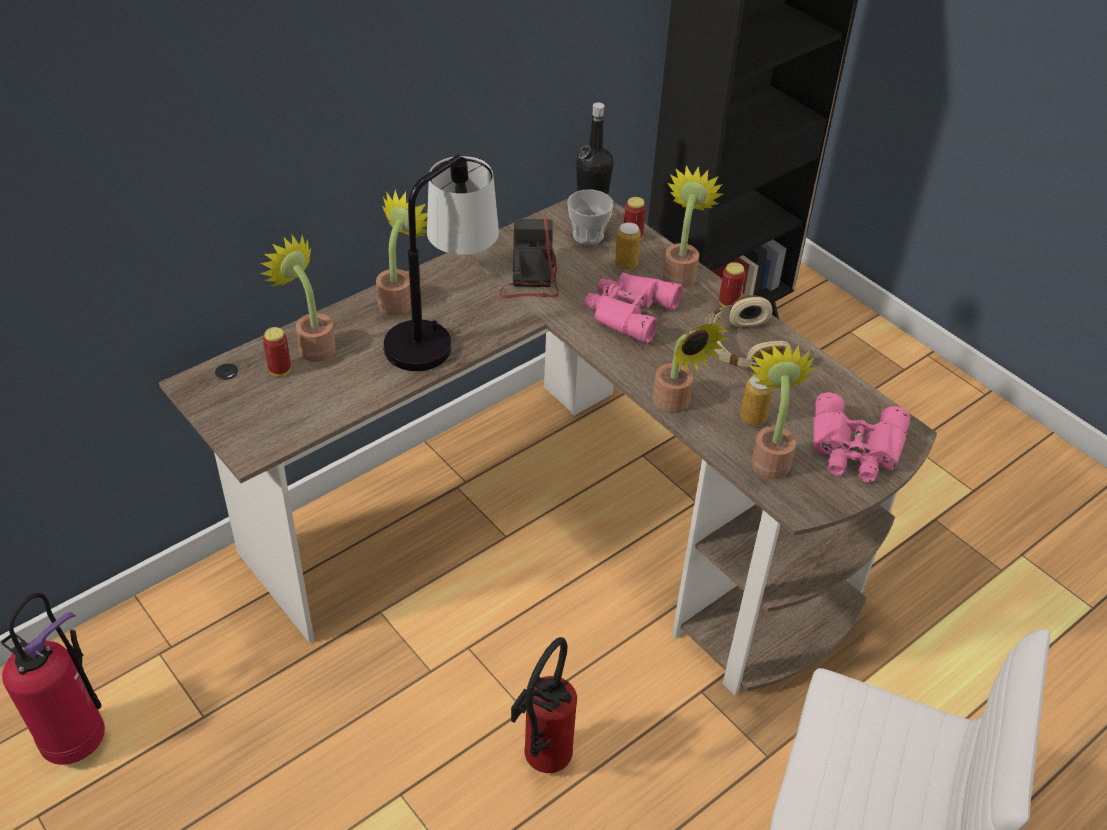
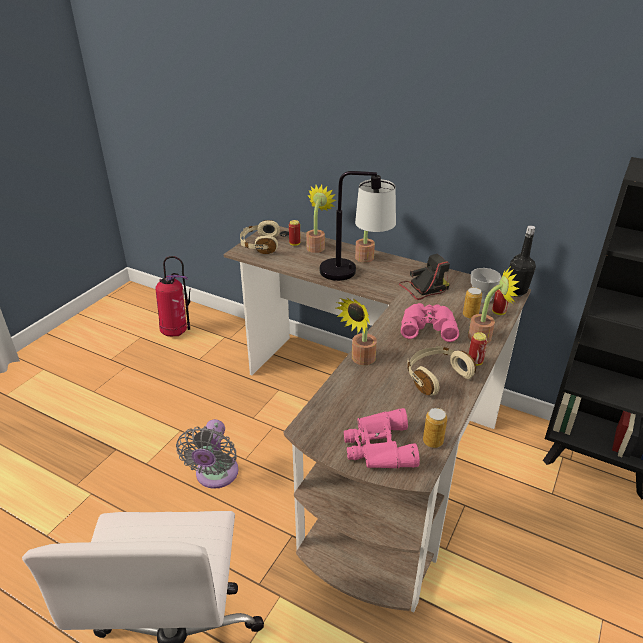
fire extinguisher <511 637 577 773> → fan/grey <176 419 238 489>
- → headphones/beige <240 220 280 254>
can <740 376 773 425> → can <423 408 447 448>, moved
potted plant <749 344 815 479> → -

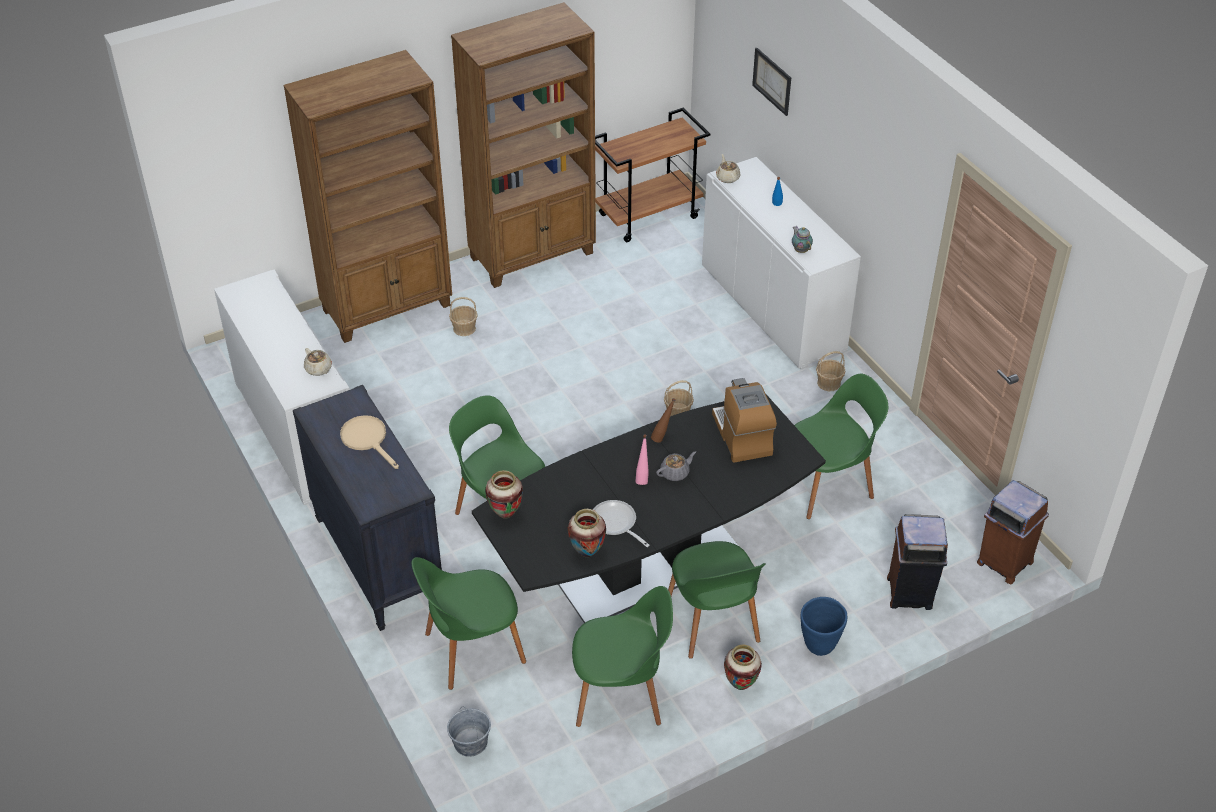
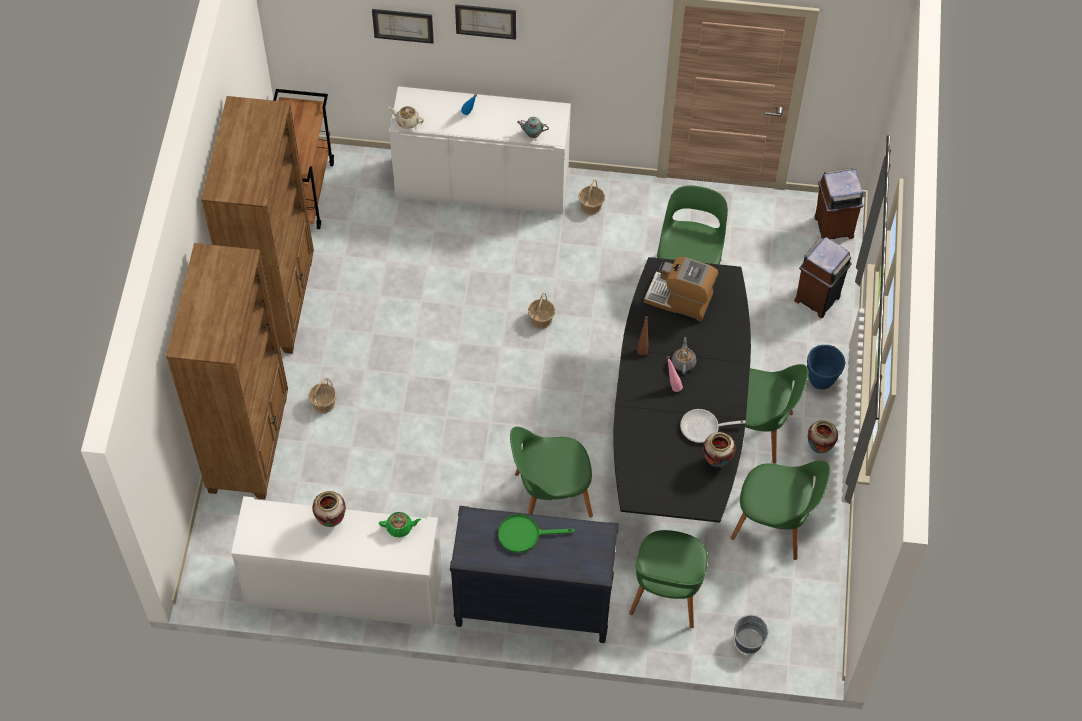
vase <485 470 523 519> → vase <312 491 346 527>, moved
teapot/beige <304 348 332 376> → teapot/green <379 512 421 538>
- → picture <455 4 516 40>
frying pan/beige <340 415 399 469> → frying pan/green <498 514 575 553>
chair/green <572 586 673 727> → chair/green <731 460 830 560>, 75 degrees clockwise

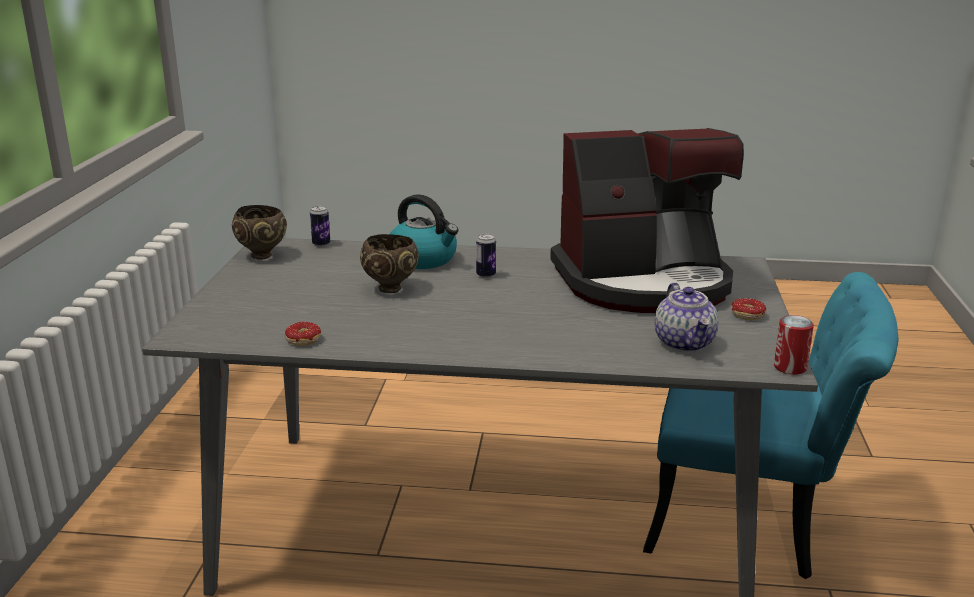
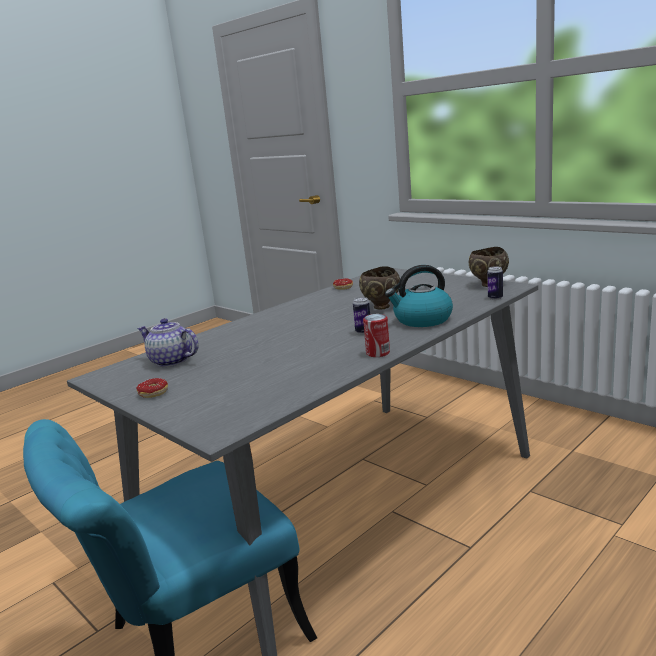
can <774 315 814 375> → can <363 314 390 357>, moved
coffee machine <550 128 744 313> → -

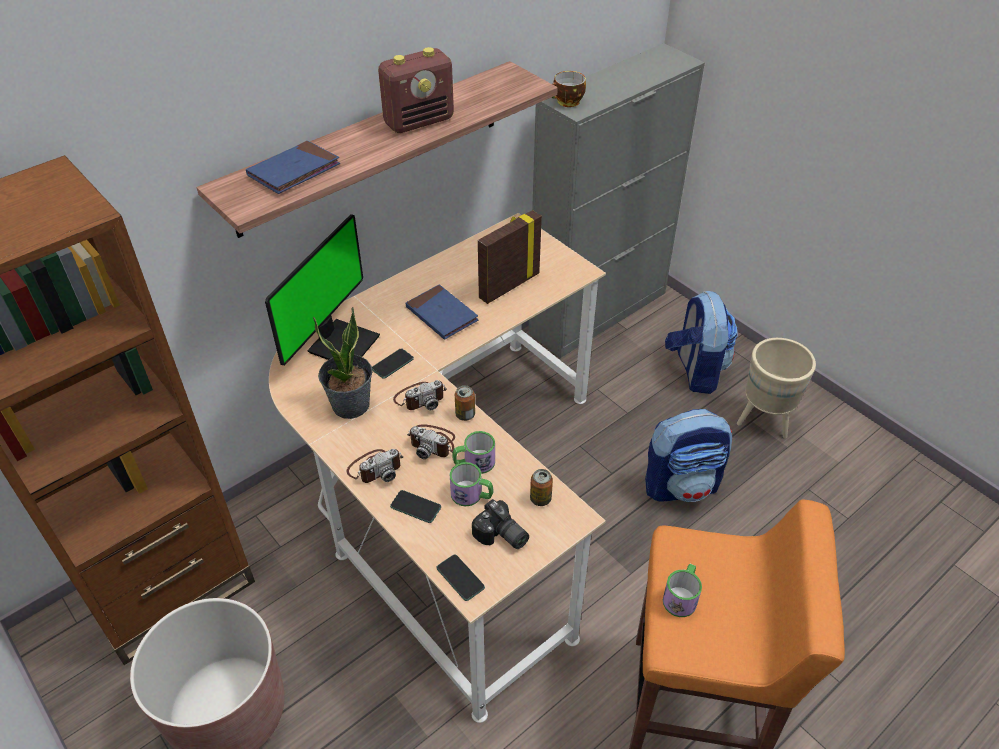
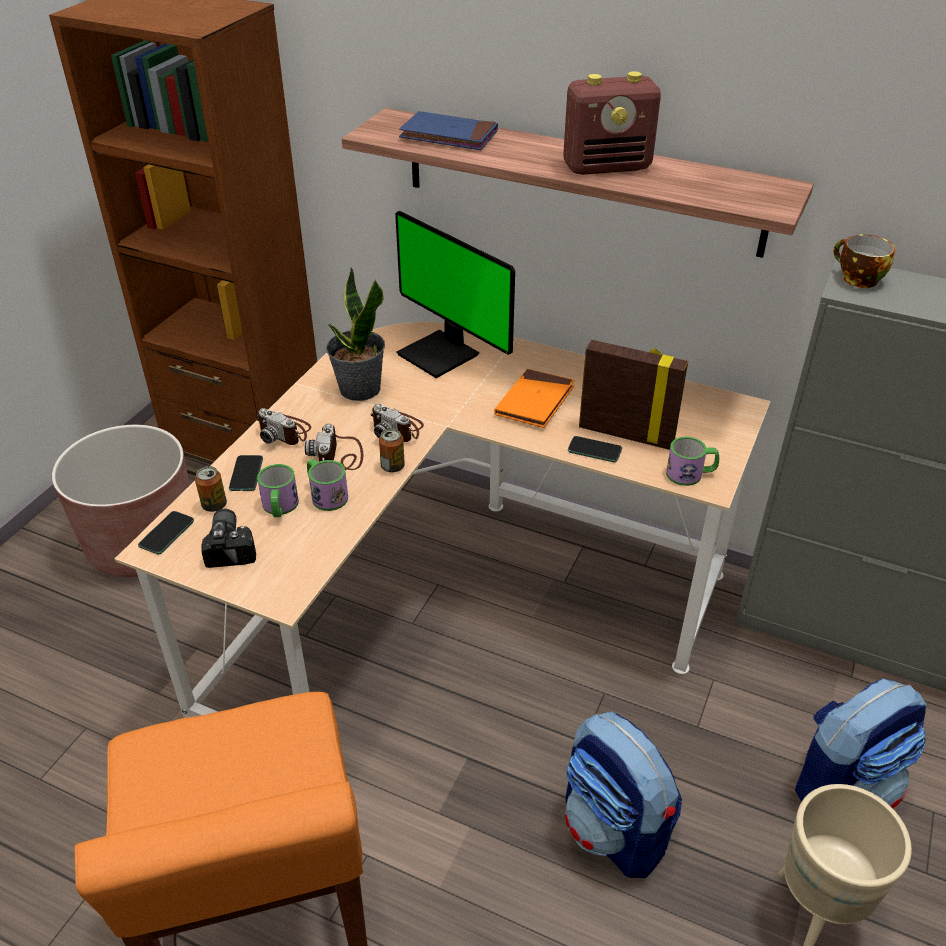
can <530 469 553 506> → can <195 466 227 512>, moved
photo camera <472 499 529 549> → photo camera <201 509 256 568>, 150 degrees clockwise
monitor <265 214 380 365> → monitor <395 211 515 378>, 45 degrees clockwise
book/blue <405 284 478 340> → book/orange <494 369 574 428>
radio <378 47 454 133> → radio <563 71 661 175>, 45 degrees counterclockwise
phone <372 348 414 379> → phone <568 436 622 462>, moved
mug <663 564 702 617> → mug <666 436 719 486>, moved

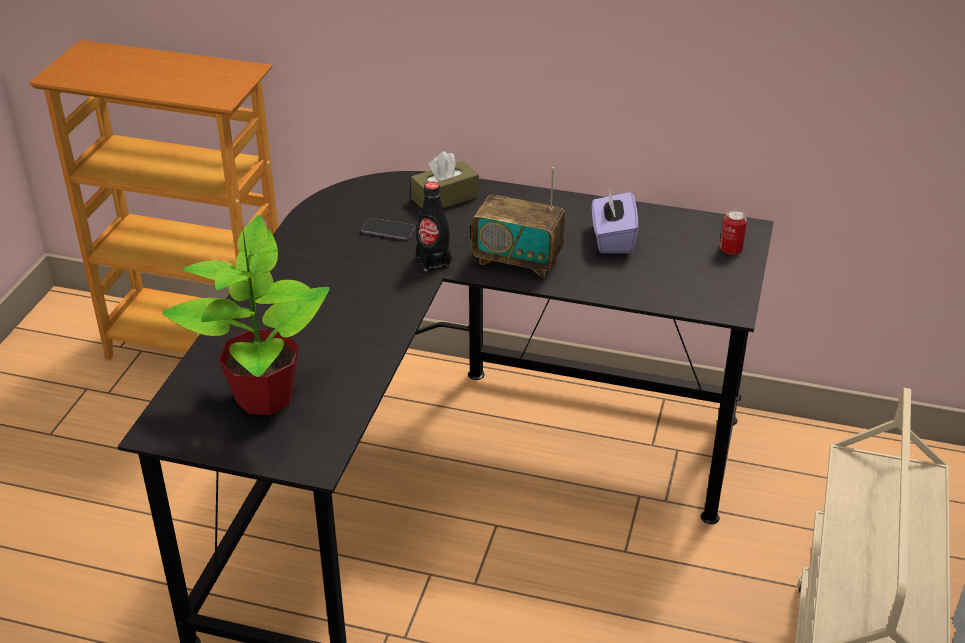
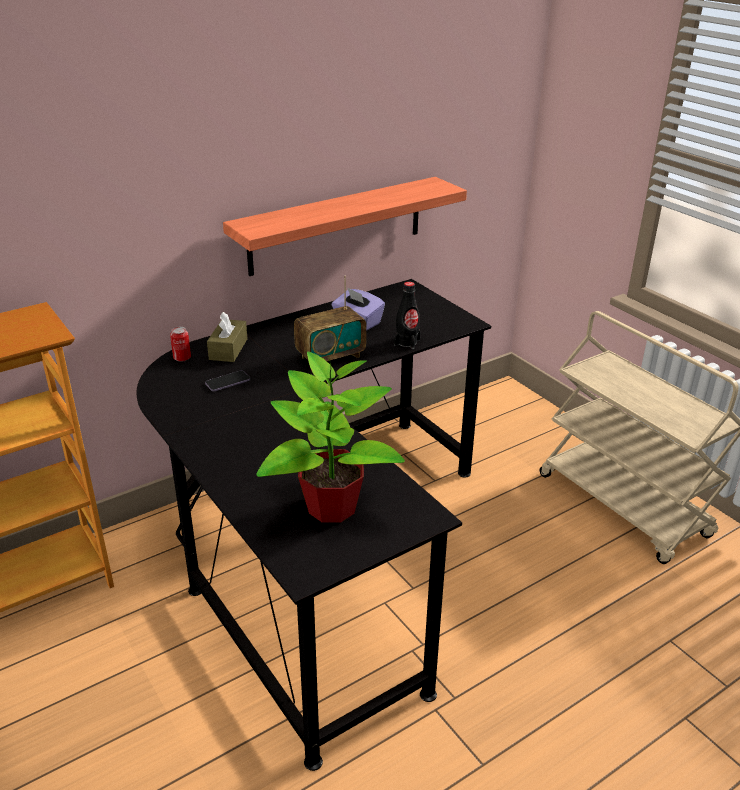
can <720 209 747 255> → can <170 327 191 362>, moved
- → shelf <223 177 467 276>
bottle/black <416 182 452 271> → bottle/black <394 282 421 349>, moved

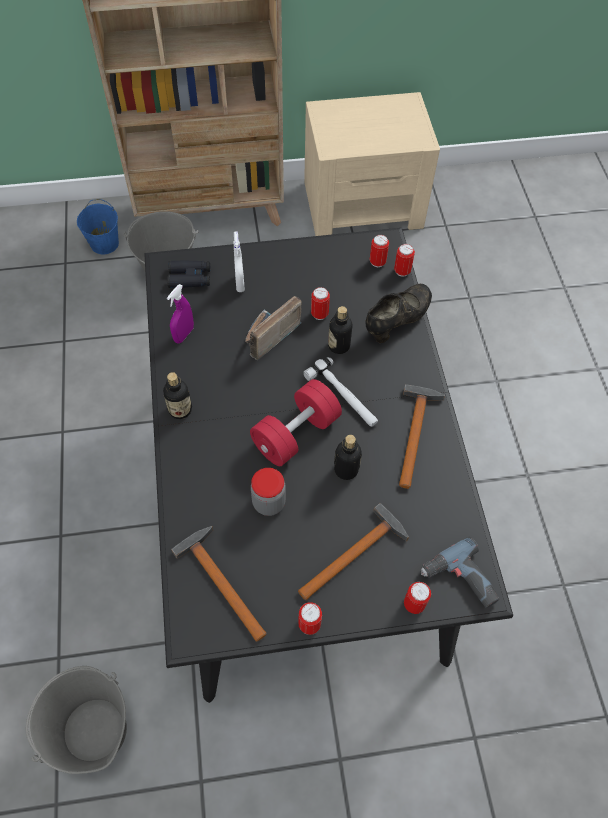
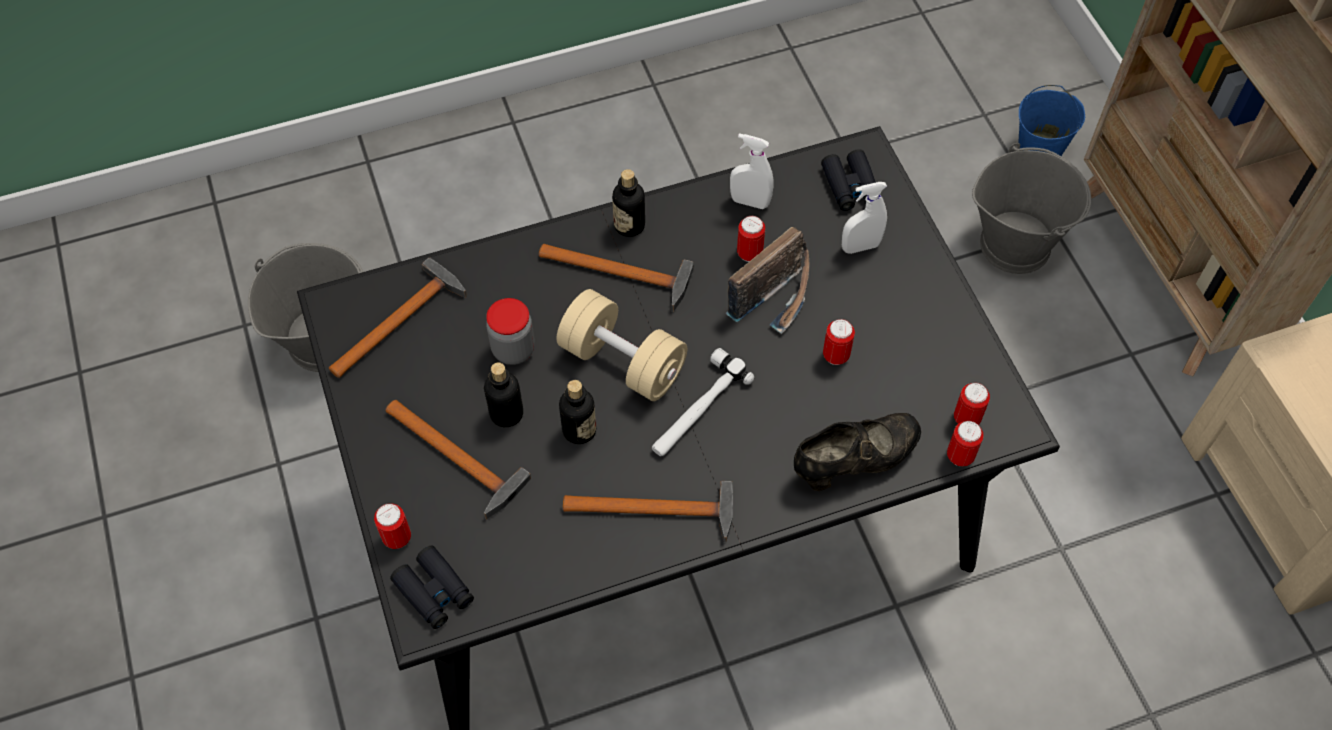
power drill <421 537 499 608> → binoculars/black <390 545 474 629>
bottle <328 306 353 354> → bottle <484 363 524 427>, moved
- → hammer <539 244 694 312>
dumbbell/red <250 379 342 466> → dumbbell/beige <557 289 687 401>
radio <245 296 302 360> → radio <726 227 809 334>, 105 degrees clockwise
spray bottle/purple <167 284 194 344> → spray bottle/white <730 133 774 209>
can <298 602 322 635> → can <737 216 765 262>, moved
shoe/black <366 284 432 343> → shoe/black <794 413 921 491>, 60 degrees counterclockwise

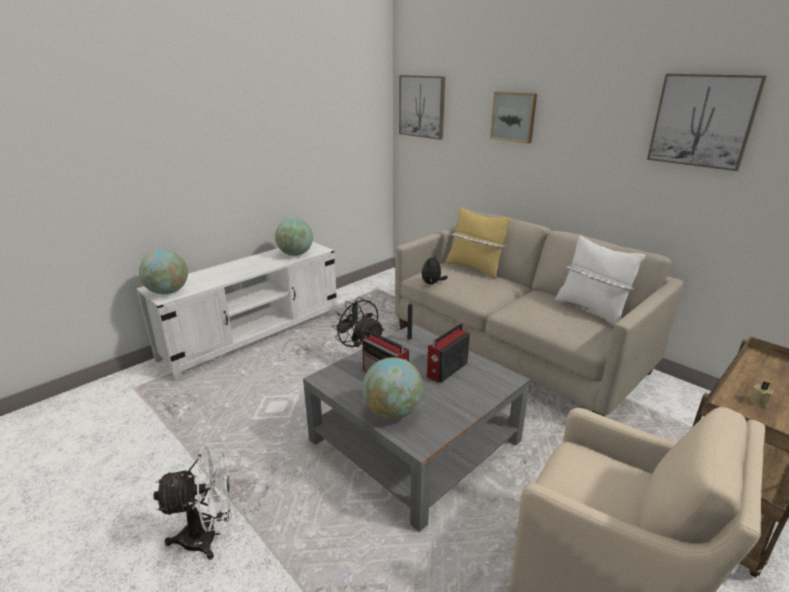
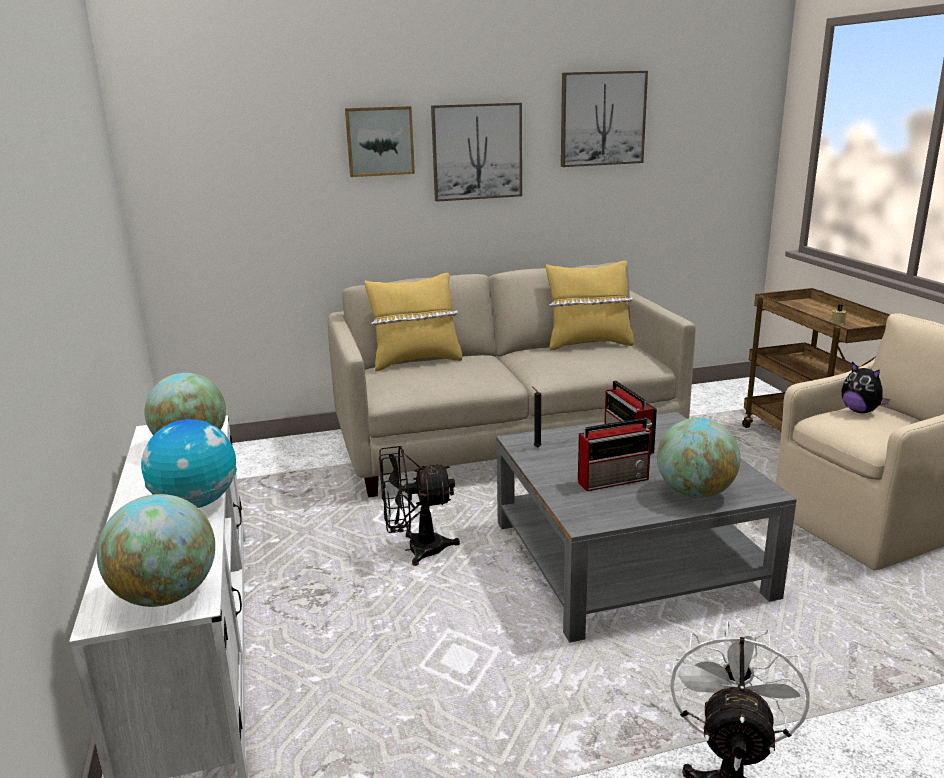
- → globe <141 419 237 508>
picture <399 75 445 140> → picture <431 103 522 202>, moved
pillow/white <555 235 645 326> → pillow/yellow <546 261 634 350>
plush toy <422 255 448 284> → plush toy <841 362 890 413>, moved

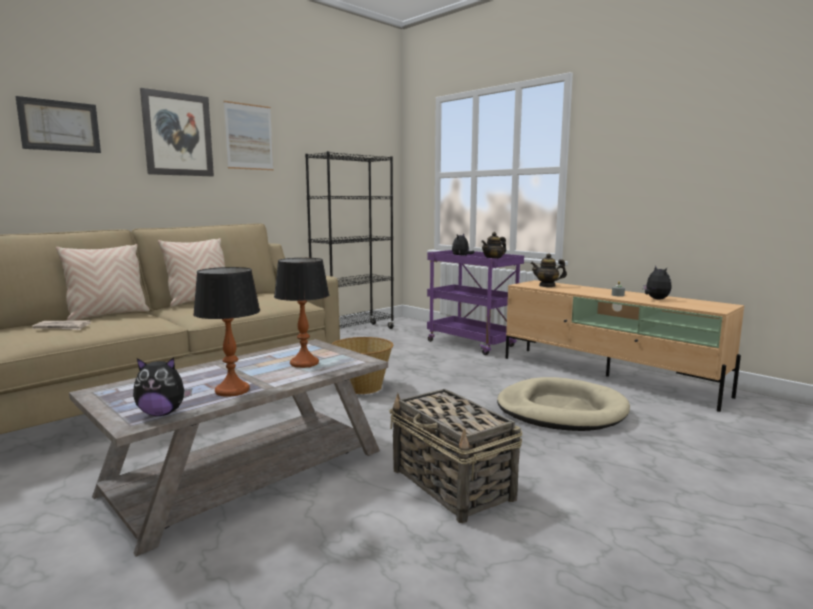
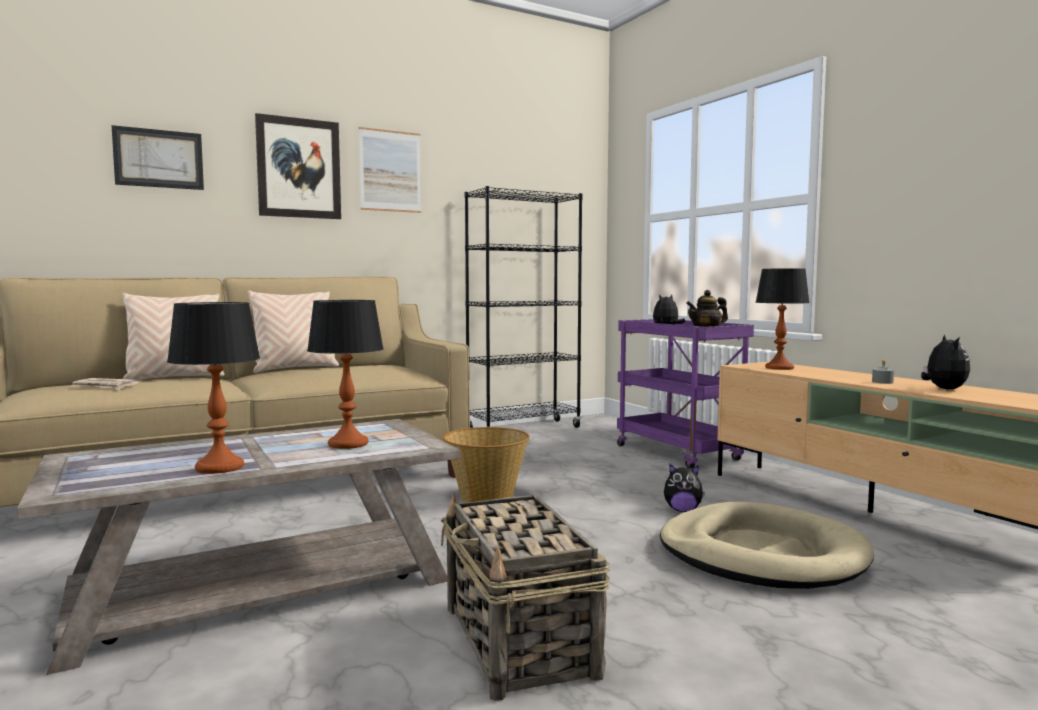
plush toy <133 357 192 416> → plush toy <664 464 705 512>, moved
teapot <530 253 567 287> → table lamp <755 268 810 370>

